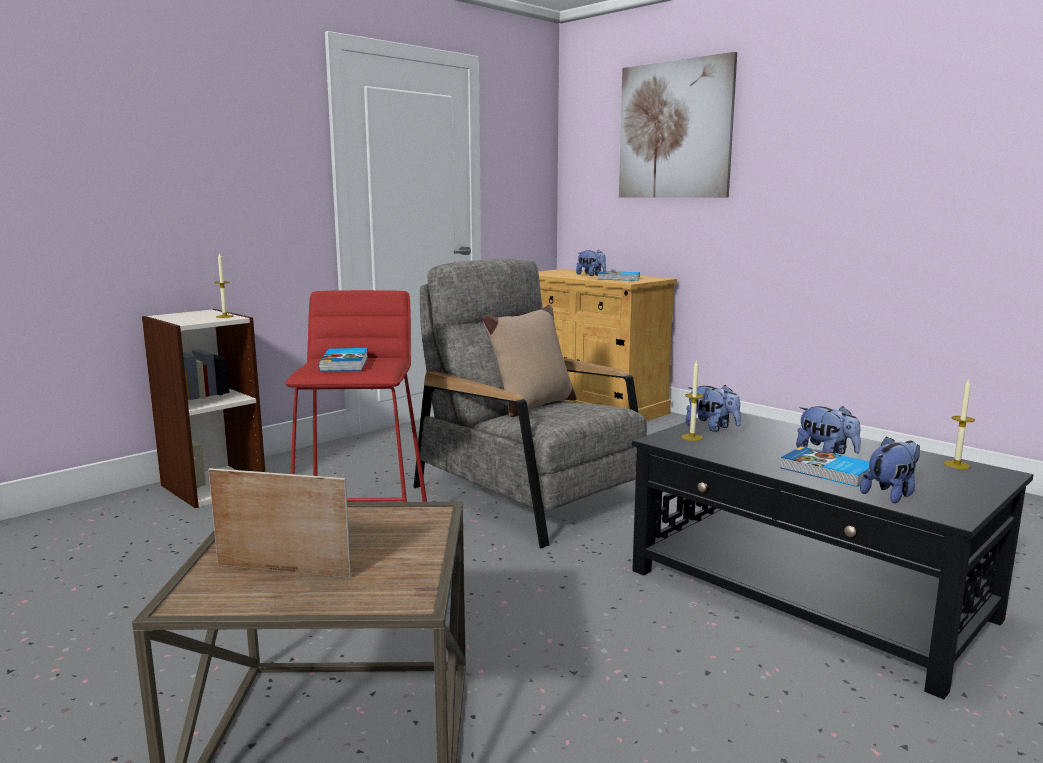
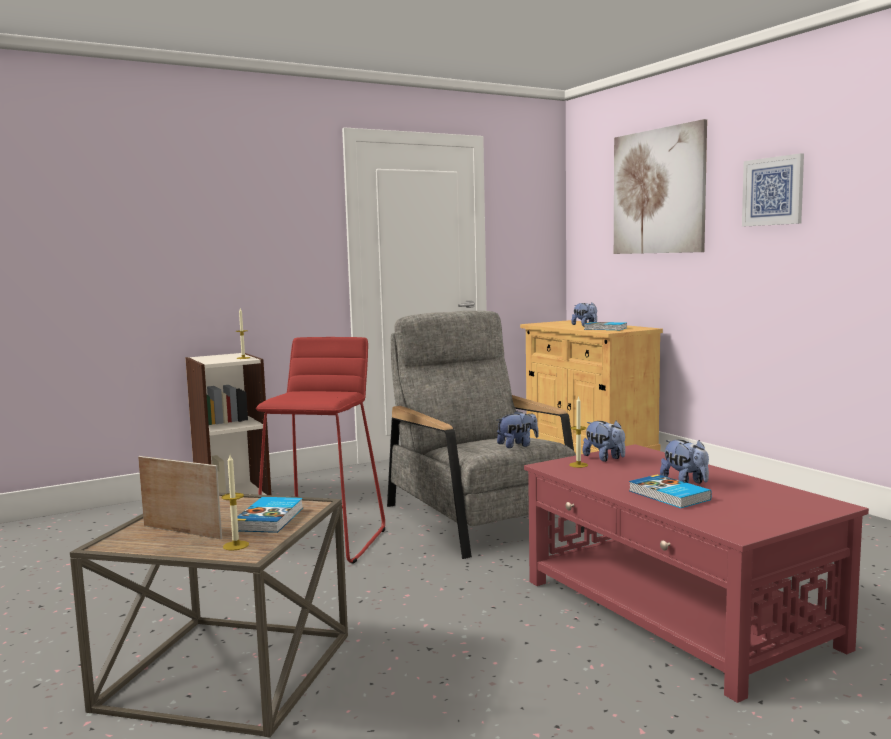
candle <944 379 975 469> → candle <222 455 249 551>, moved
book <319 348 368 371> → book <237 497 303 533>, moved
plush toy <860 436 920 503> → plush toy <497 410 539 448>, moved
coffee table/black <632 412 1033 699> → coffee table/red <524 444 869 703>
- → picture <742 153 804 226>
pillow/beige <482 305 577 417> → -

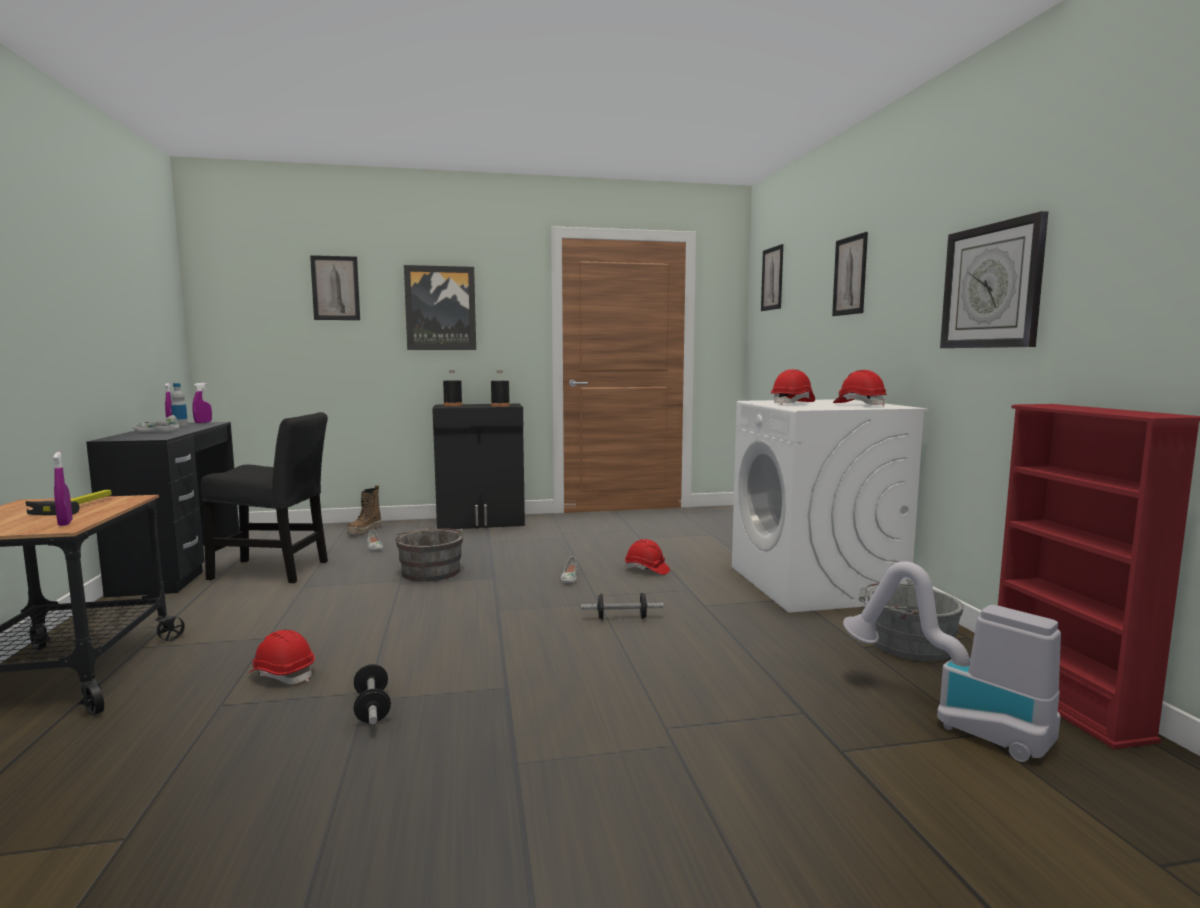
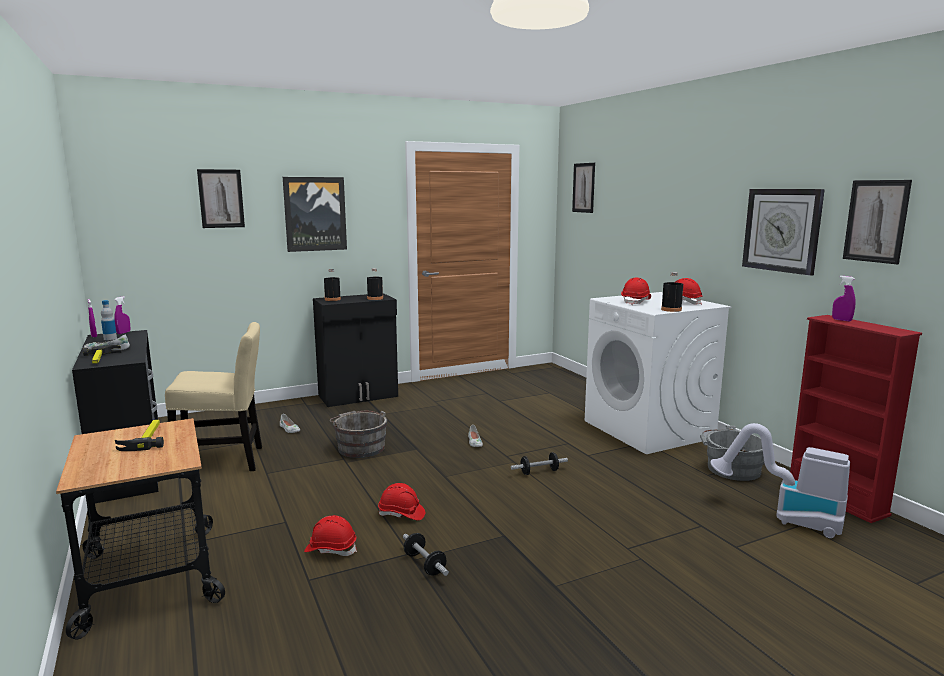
- → hammer <83 345 121 364>
chair/black <201 412 328 583> → chair/beige <165 322 262 471>
hard hat/red <625 539 670 575> → hard hat/red <378 483 425 521>, moved
- → bottle/black <661 272 683 312>
spray bottle/purple <53 452 73 526> → spray bottle/purple <832 276 856 321>, moved
picture <832 232 868 316> → picture <843 180 912 264>, moved
boot <347 485 381 535> → -

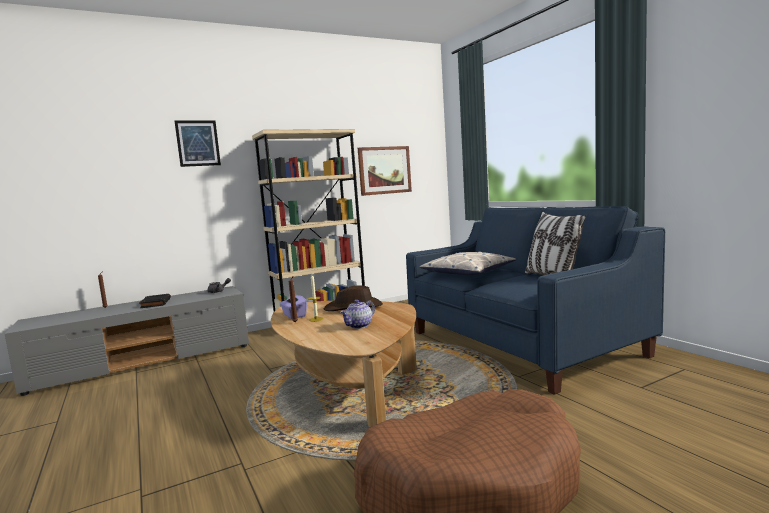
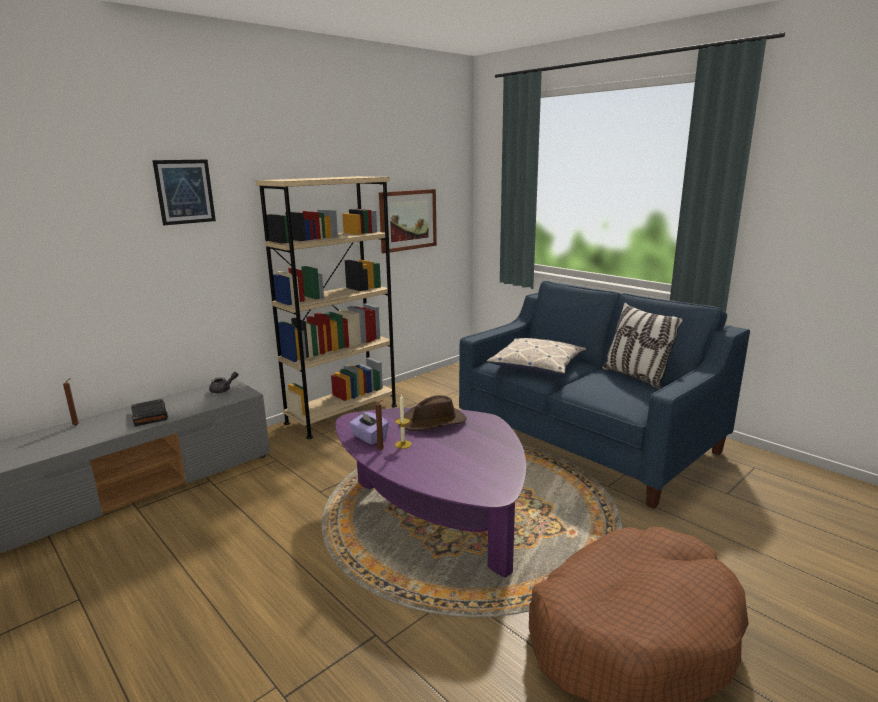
coffee table/brown <271 301 417 428> → coffee table/purple <335 408 526 578>
teapot <340 300 375 329> → -

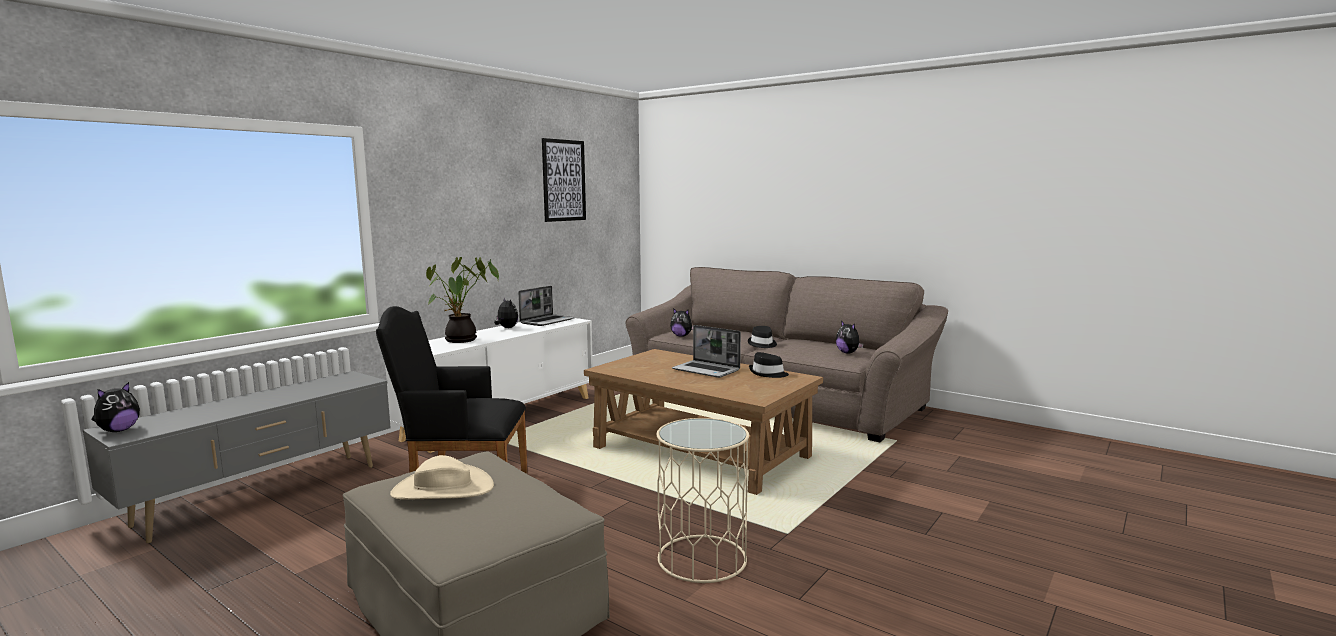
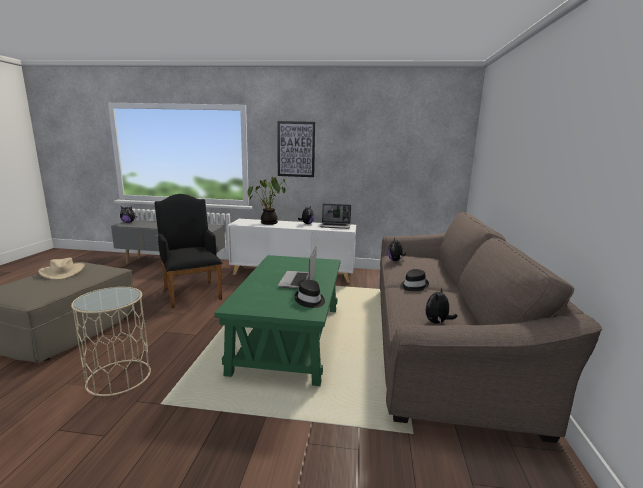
coffee table/brown <584 349 823 495> → coffee table/green <215 255 340 386>
picture <542 138 586 222> → picture <277 121 315 177>, moved

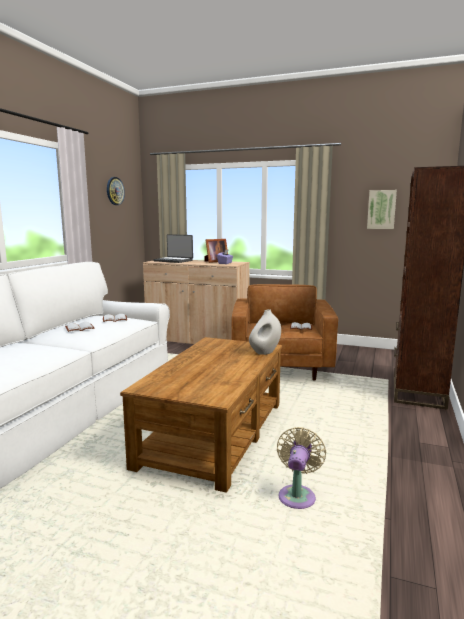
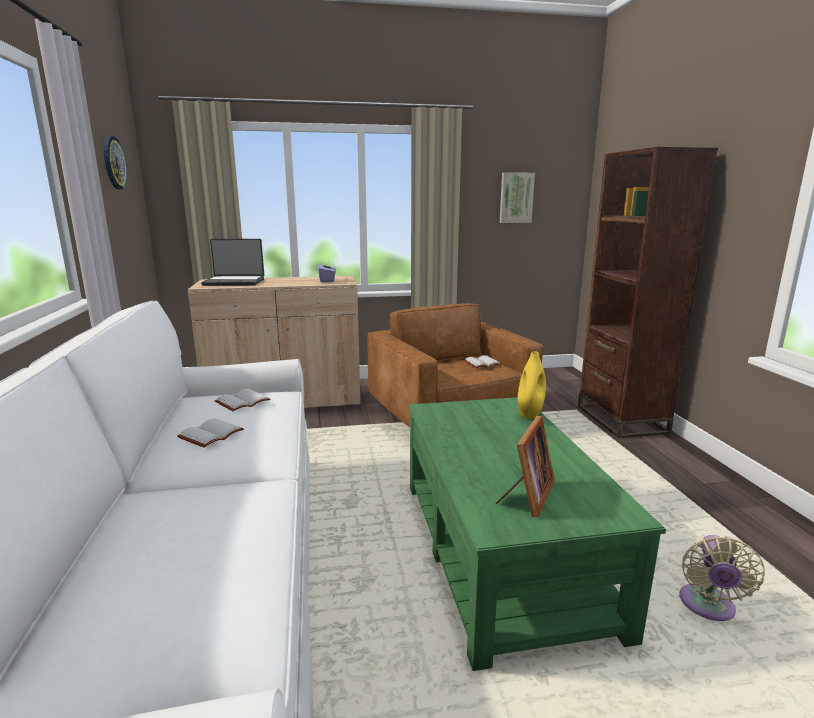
coffee table/brown <120 337 282 493> → coffee table/green <408 397 666 671>
picture frame <204 239 228 263> → picture frame <496 416 555 517>, moved
vase/white <249 309 281 355> → vase/yellow <517 351 546 419>
fan/beige <277 427 326 509> → fan/beige <679 535 765 621>, 150 degrees counterclockwise

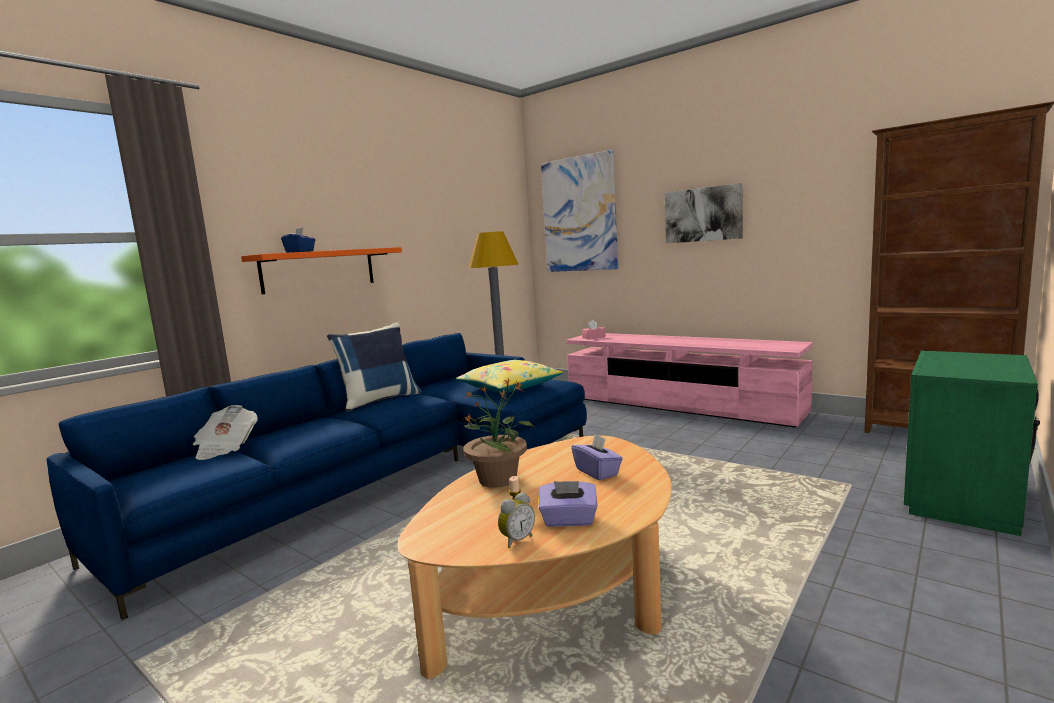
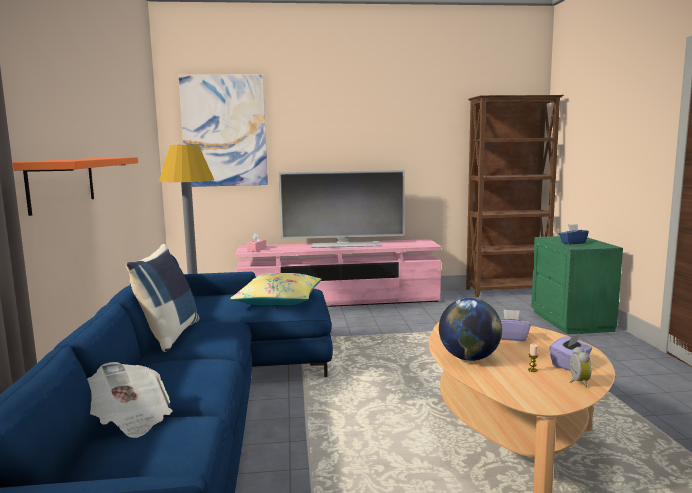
- → television <279 170 405 248>
potted plant <463 378 534 488> → globe <439 298 502 361>
tissue box/blue <281 228 316 253> → tissue box/blue <559 224 589 244>, moved
picture <665 183 743 243> → -

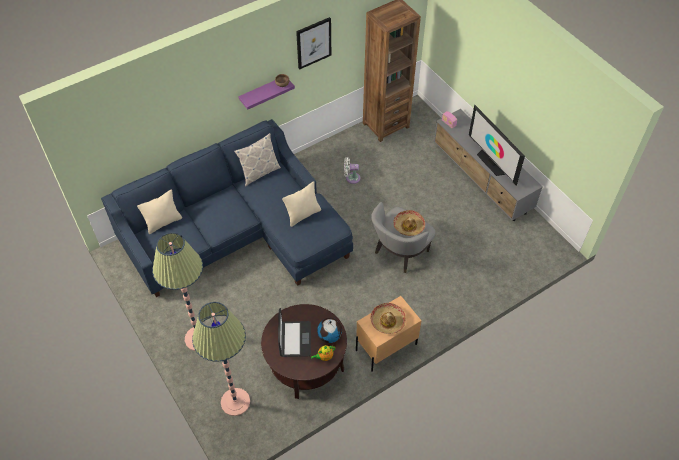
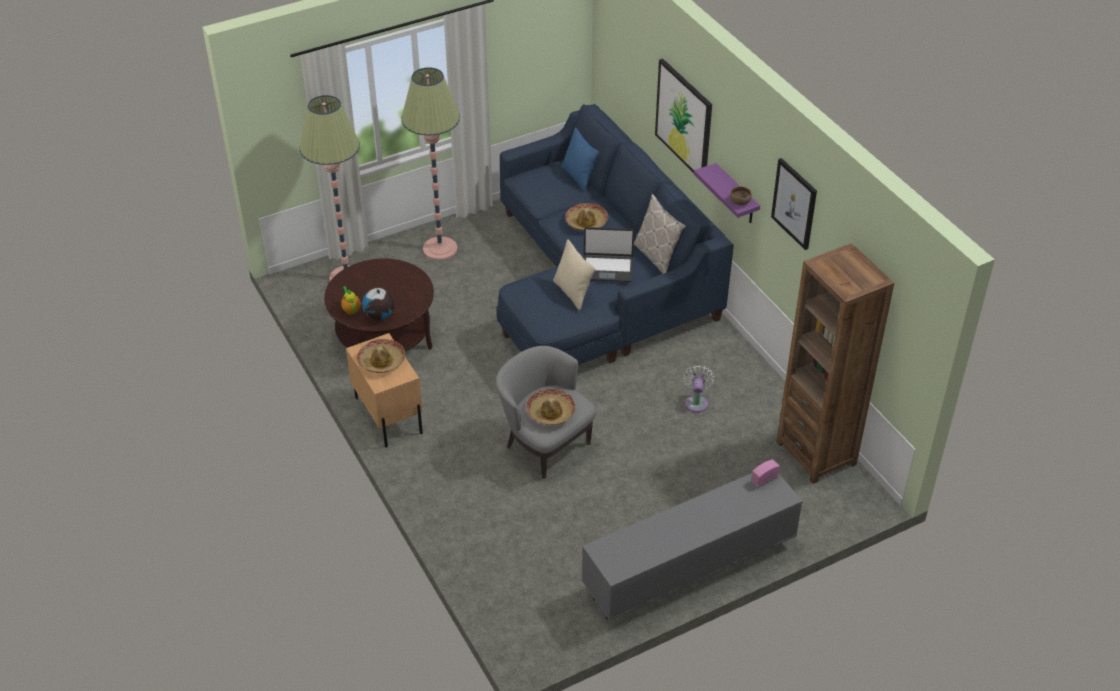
pillow/beige <137 190 182 234> → pillow/blue <562 127 599 192>
- → hat <565 203 608 231>
laptop <278 308 311 357> → laptop <583 227 634 282>, moved
- → picture <655 59 712 173>
television <469 105 525 186> → -

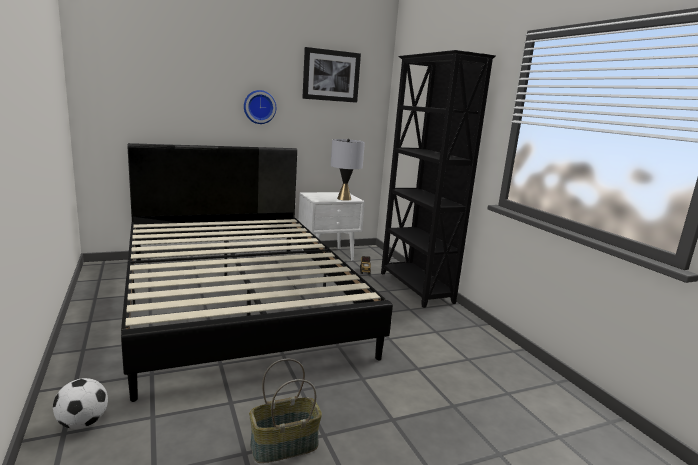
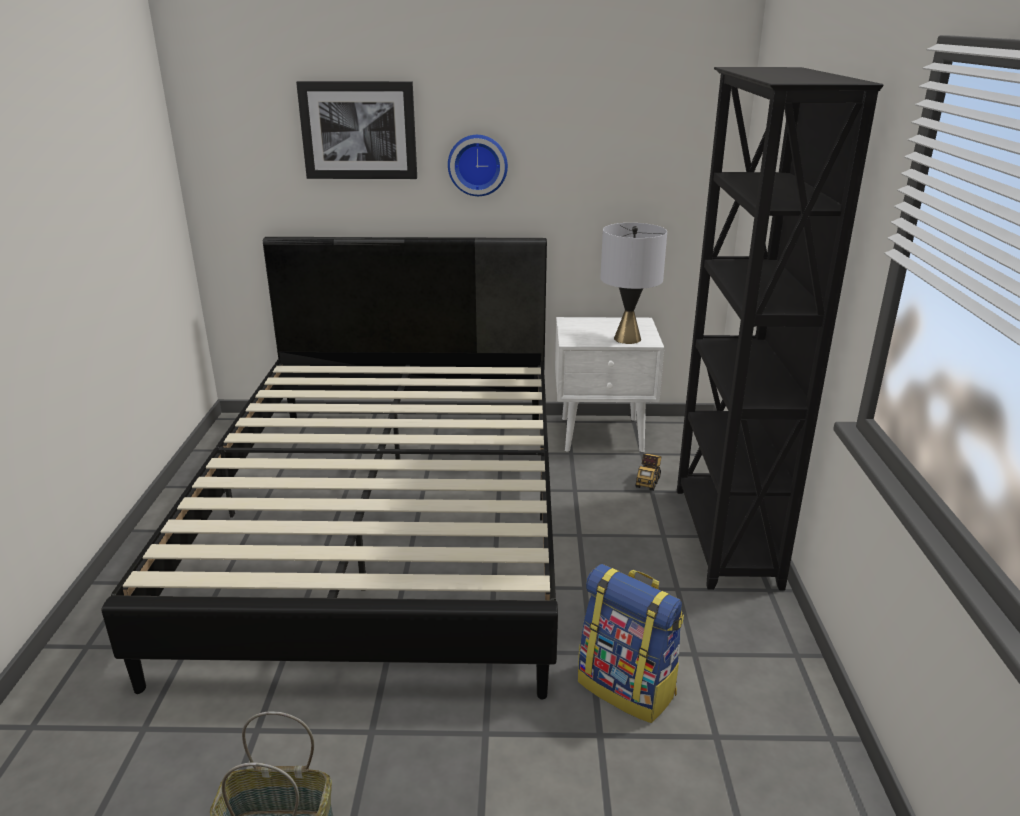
picture <302 47 361 103> → picture <296 81 417 179>, moved
- → backpack <578 564 684 723>
football <53 378 108 429> → -

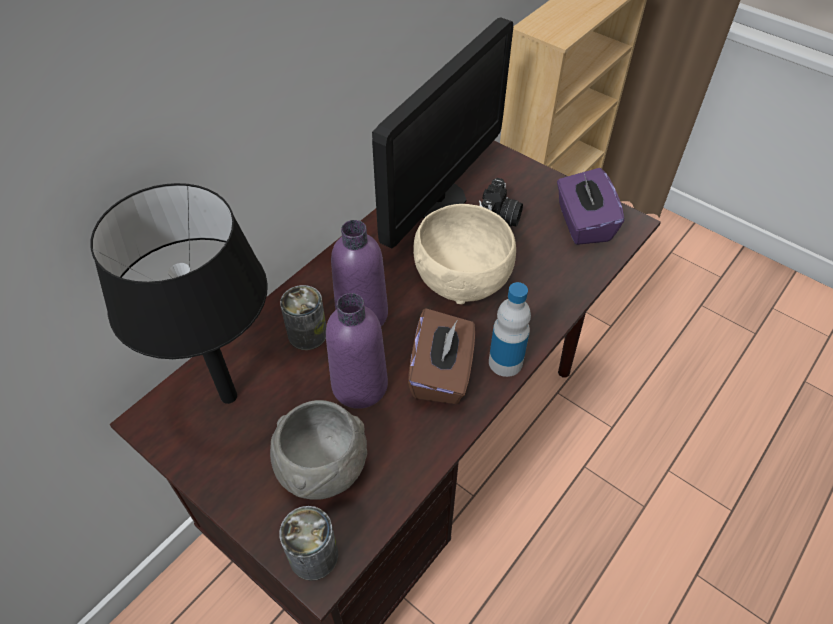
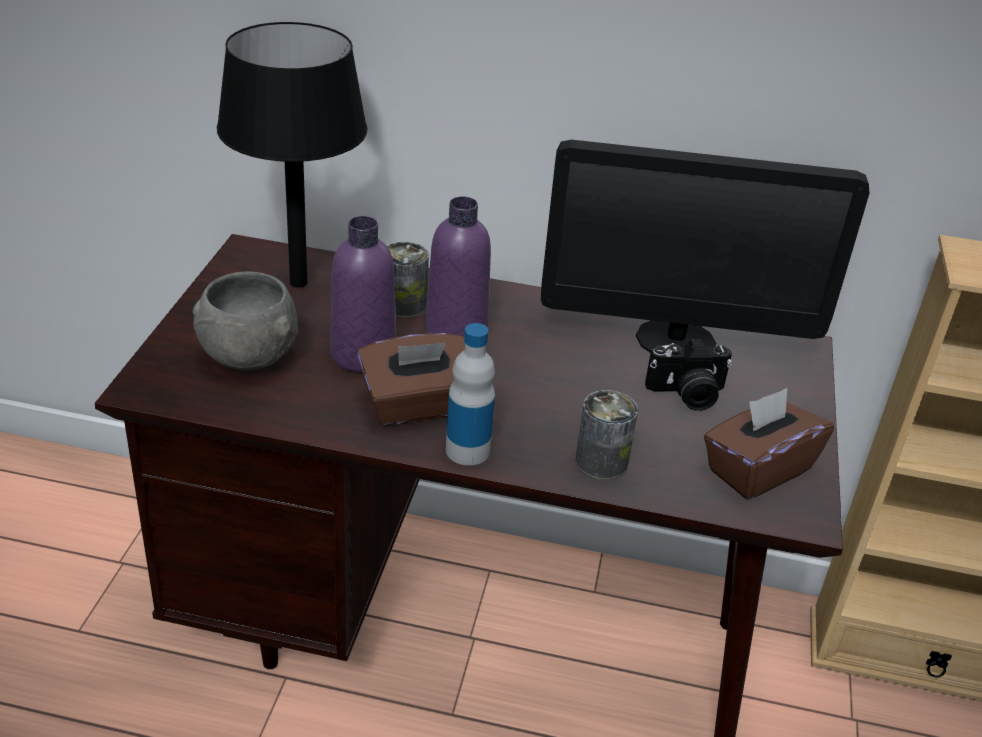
can <279 506 338 581> → can <575 390 638 480>, moved
tissue box/purple <557 168 624 245> → tissue box/brown <704 388 834 499>
bowl/beige <414 204 516 304> → -

